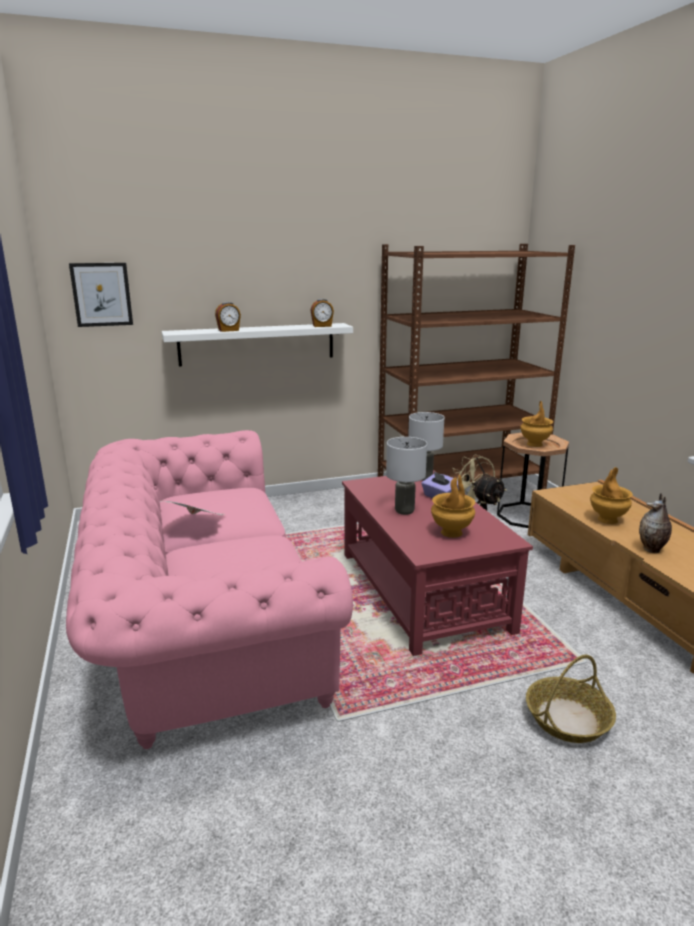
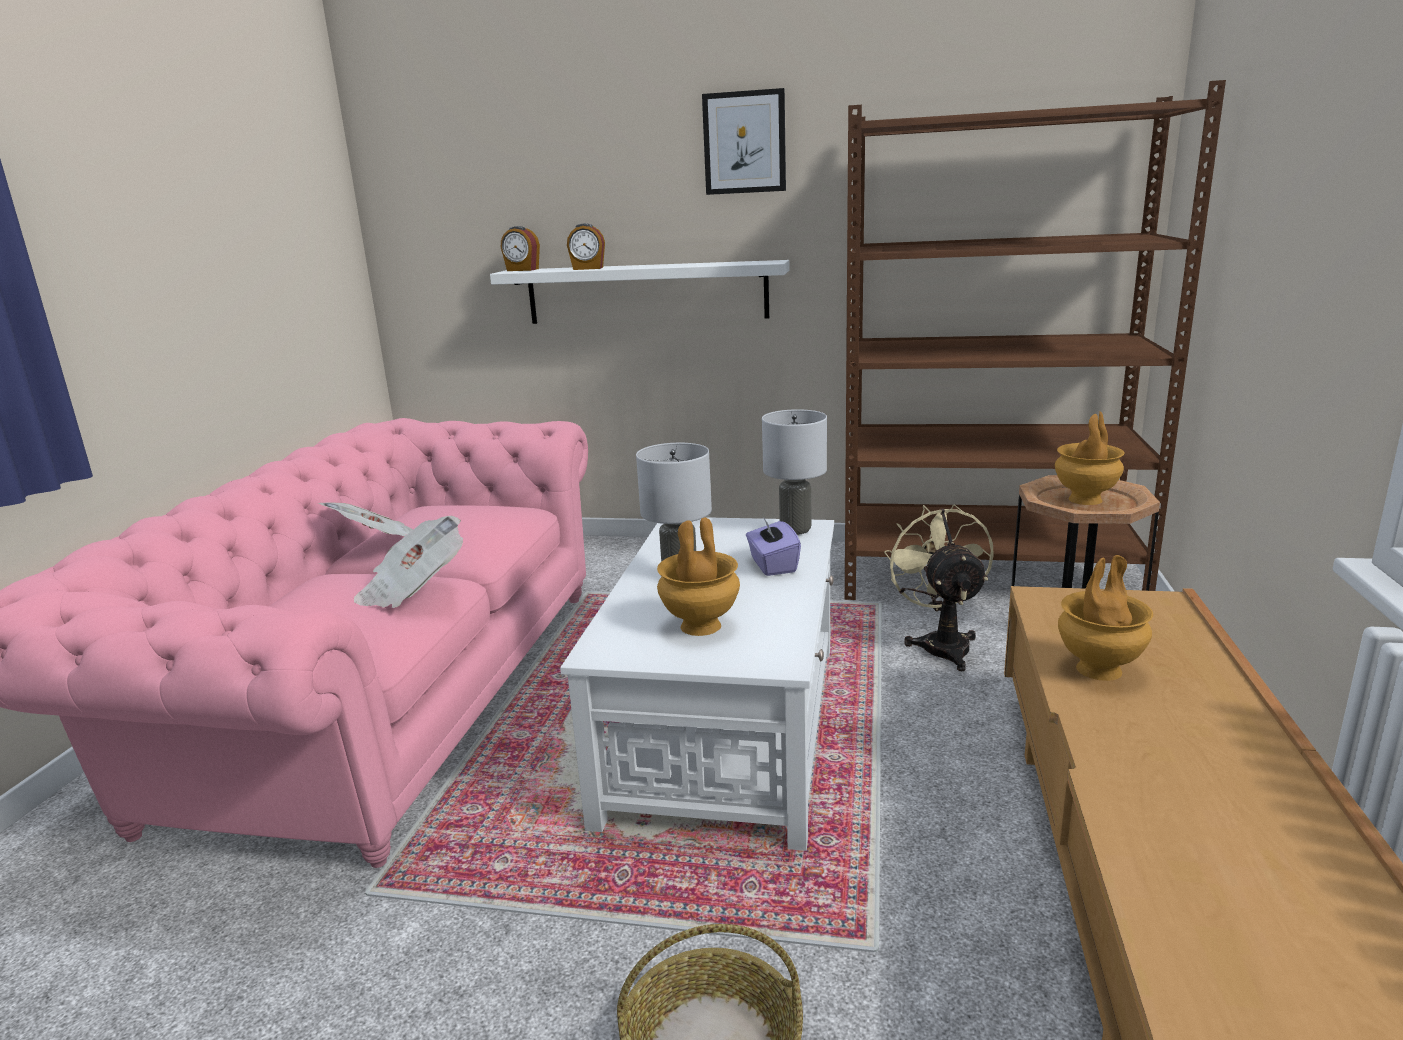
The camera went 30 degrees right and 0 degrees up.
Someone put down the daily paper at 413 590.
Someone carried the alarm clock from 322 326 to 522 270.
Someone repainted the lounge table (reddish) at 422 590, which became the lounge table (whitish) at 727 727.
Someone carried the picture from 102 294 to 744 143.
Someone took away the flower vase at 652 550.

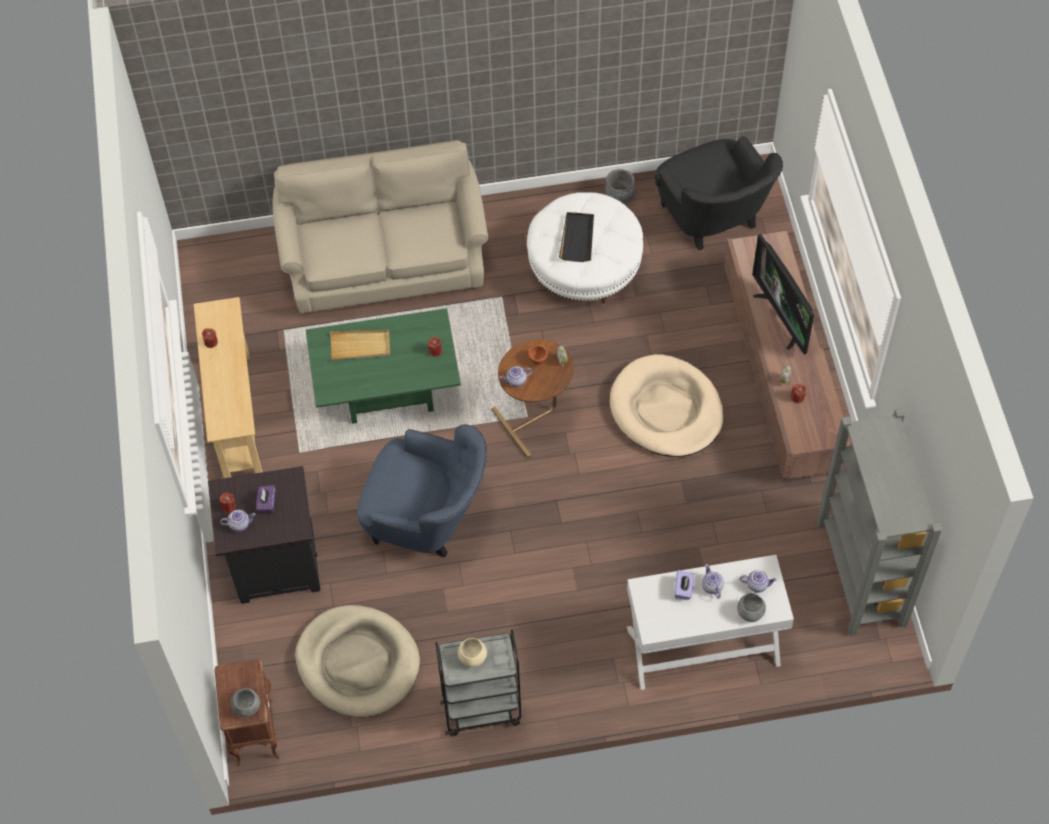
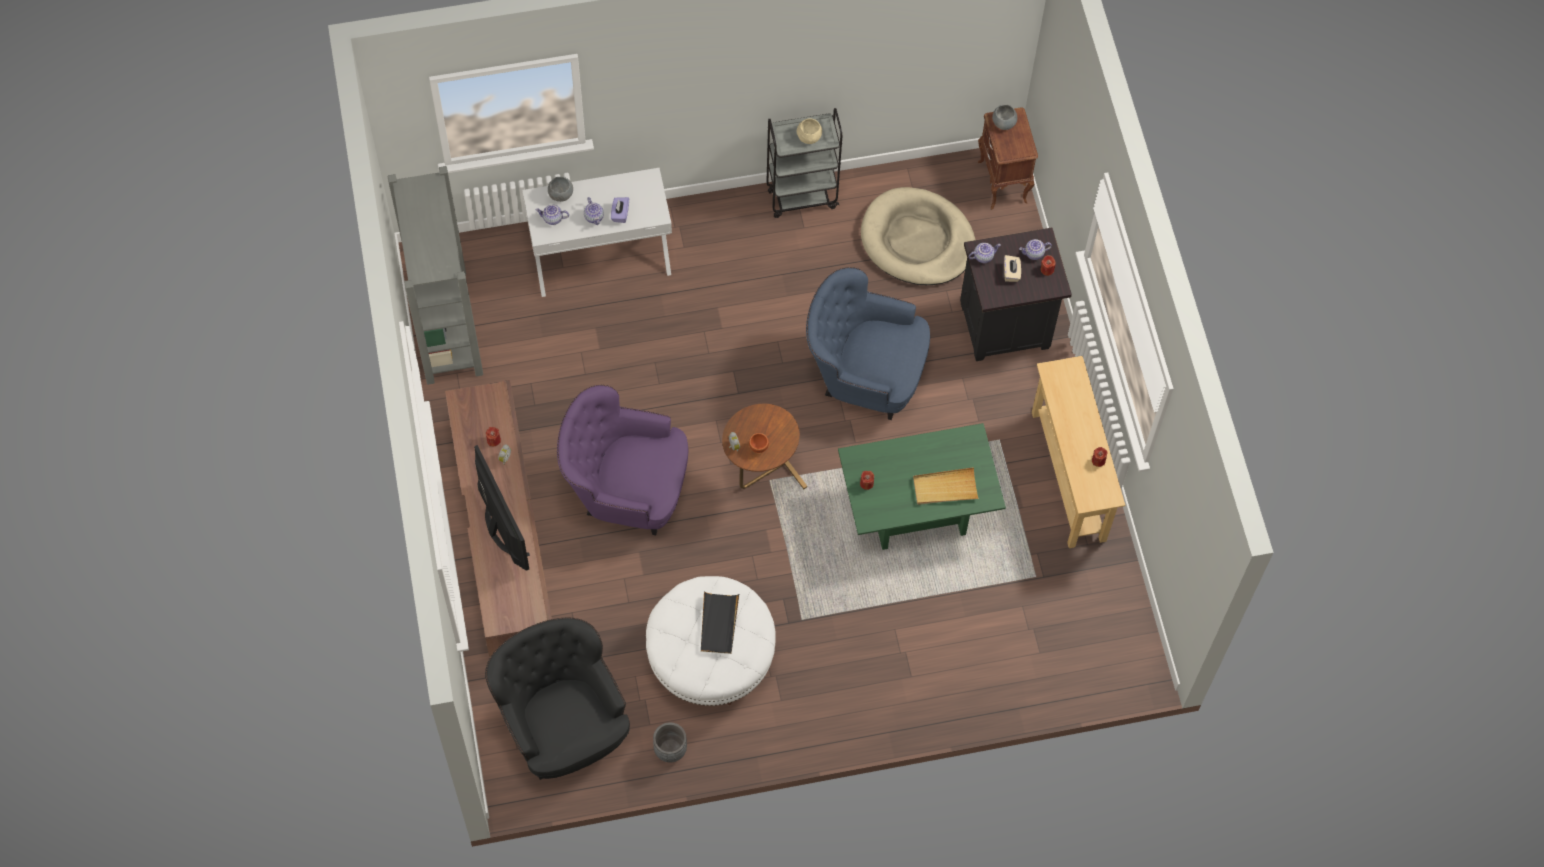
The camera went 175 degrees right and 5 degrees up.
Someone swapped the dog cushion (beige-coloured) at 666 410 for the lounge chair (purplish) at 625 489.
Someone carried the tea pot from 516 381 to 983 256.
Someone repainted the tissue box (purplish) at 267 503, which became the tissue box (beige-coloured) at 1011 273.
Someone took away the settee (beige-coloured) at 384 259.

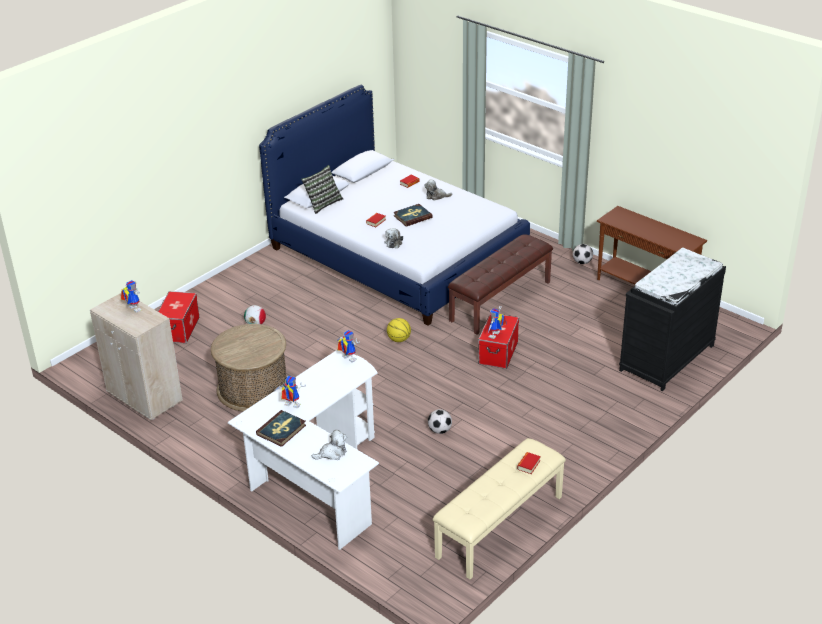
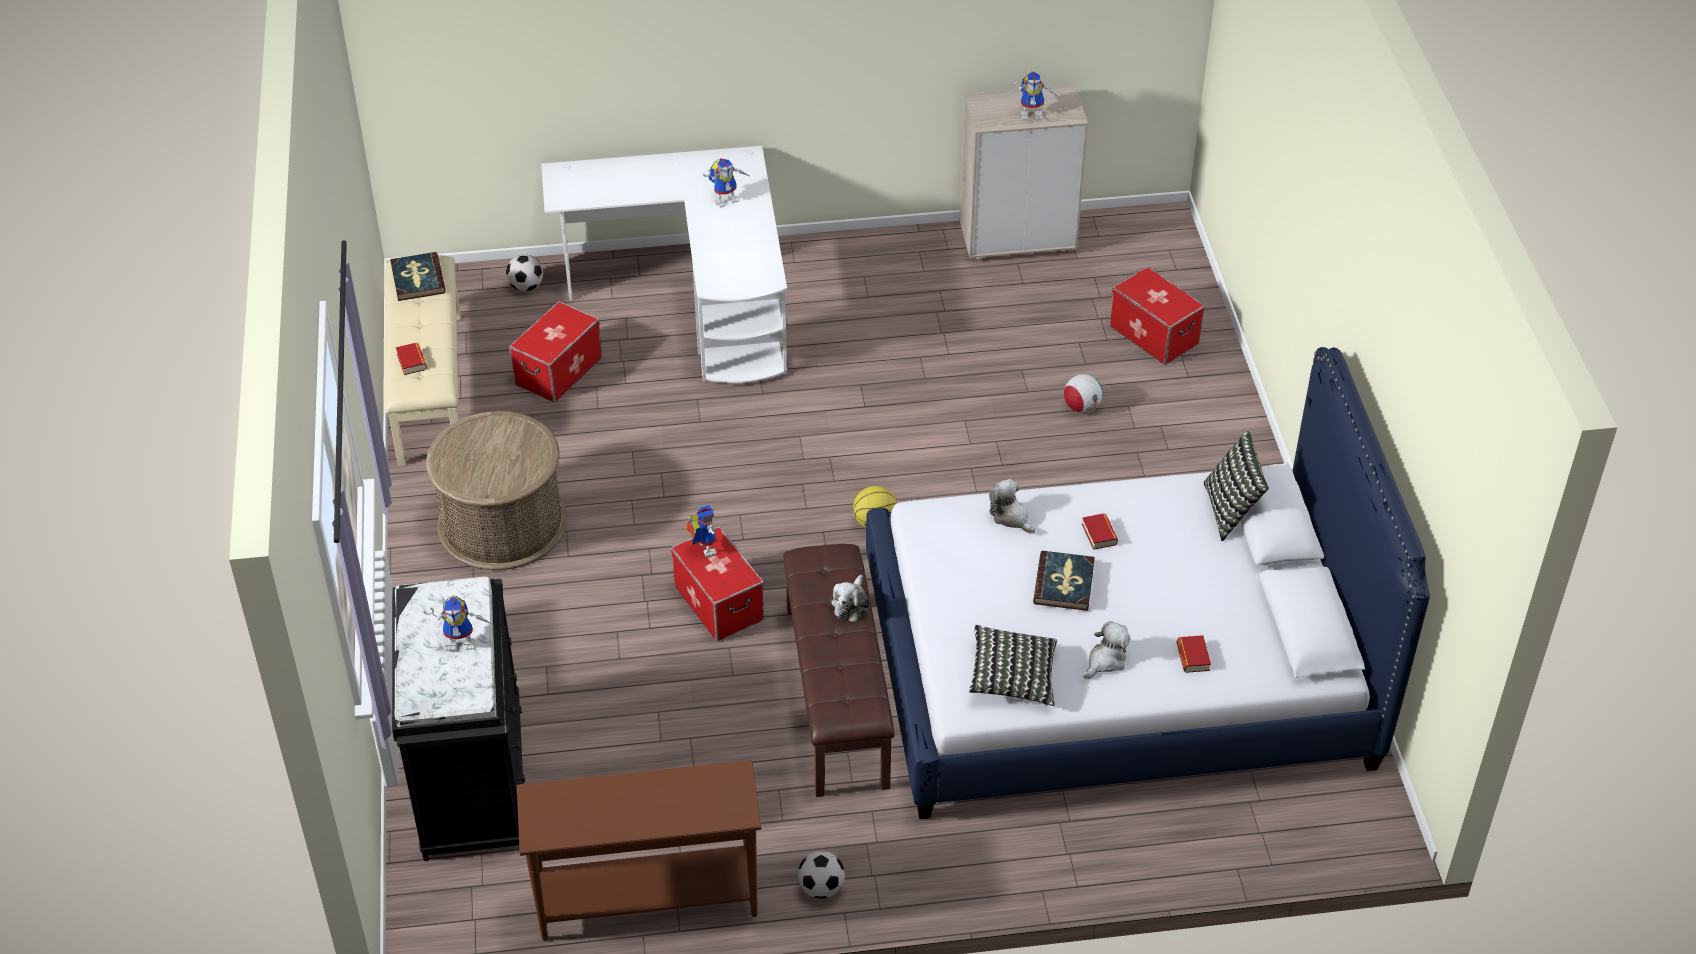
The camera went 130 degrees right and 10 degrees up.
Someone carried the book from 281 430 to 417 279.
Someone carried the toy robot from 347 359 to 462 641.
Someone carried the lounge table (brownish) from 253 388 to 502 523.
Someone carried the football ball from 439 430 to 526 286.
Someone put down the storage box at 558 370.
Someone carried the plush toy from 332 453 to 851 604.
Someone put down the pillow at 1012 677.

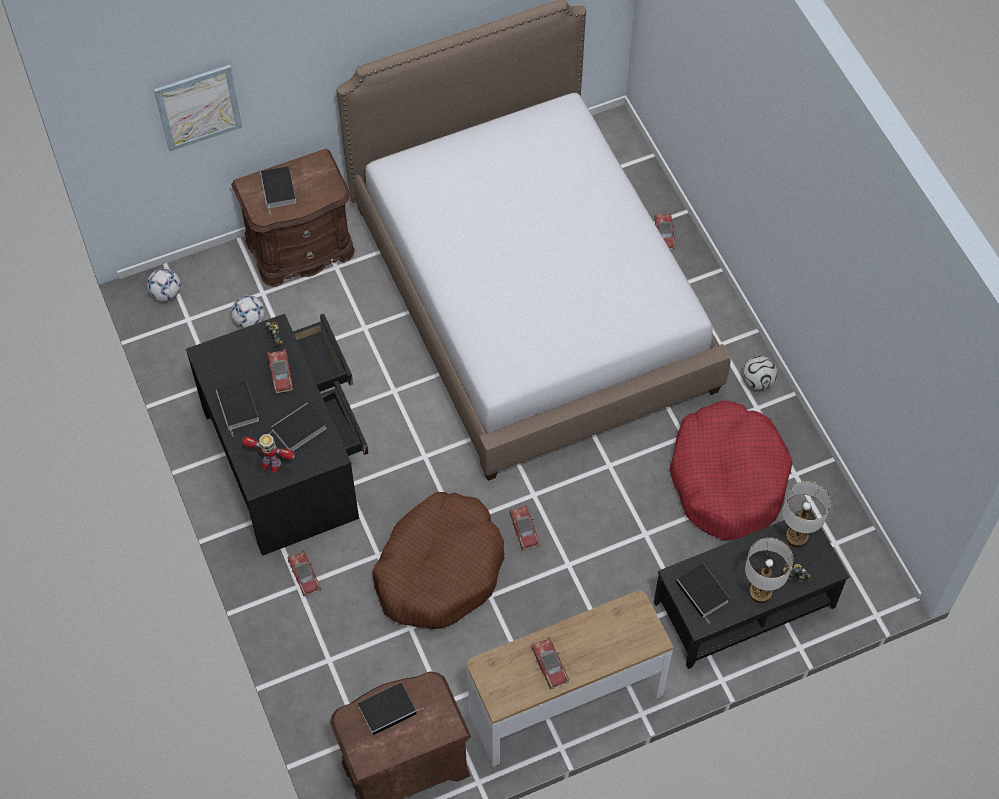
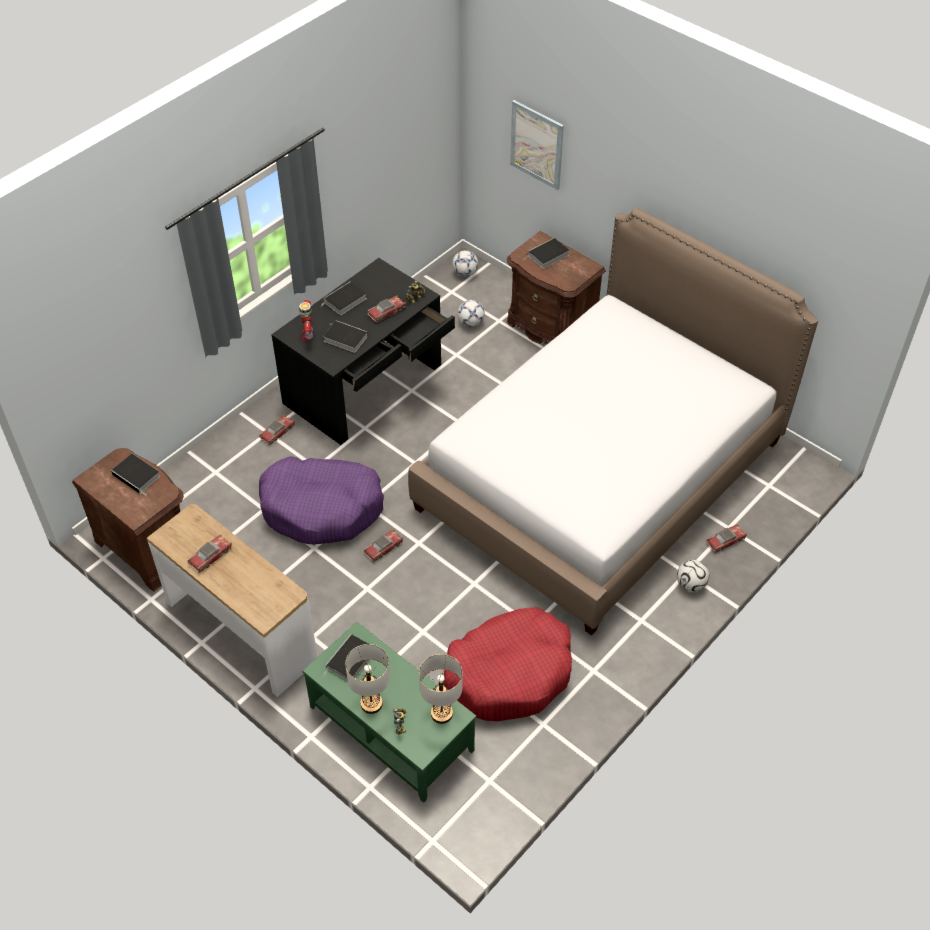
The camera went 65 degrees right and 10 degrees down.
Someone repainted the dog cushion (brownish) at 439 569, which became the dog cushion (purplish) at 322 508.
Someone repainted the lounge table (black) at 745 606, which became the lounge table (green-coloured) at 390 729.
Someone carried the football ball from 758 381 to 691 584.

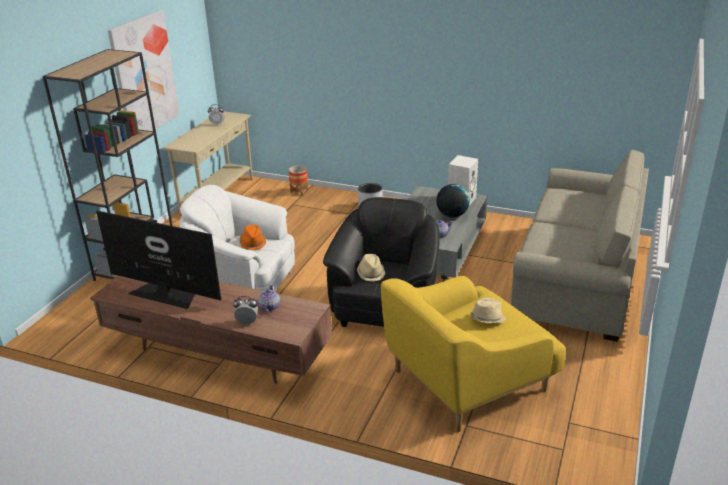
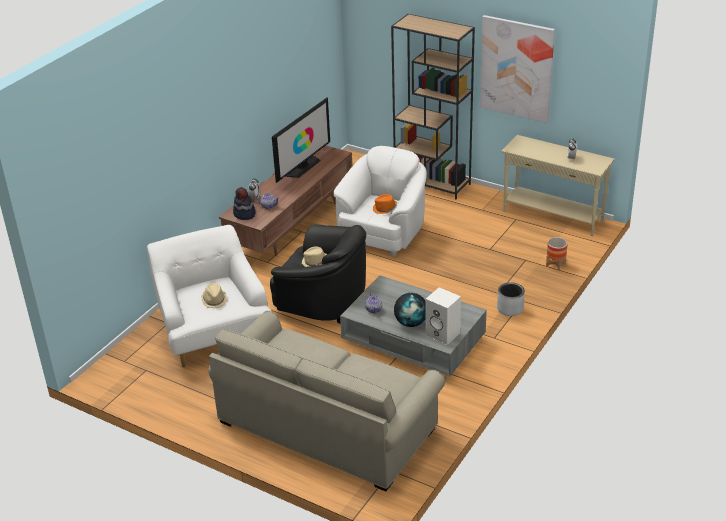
The camera went 100 degrees right and 5 degrees up.
Someone repainted the lounge chair (yellowish) at 467 380, which became the lounge chair (whitish) at 213 331.
Someone put down the clothing hat at 244 214.

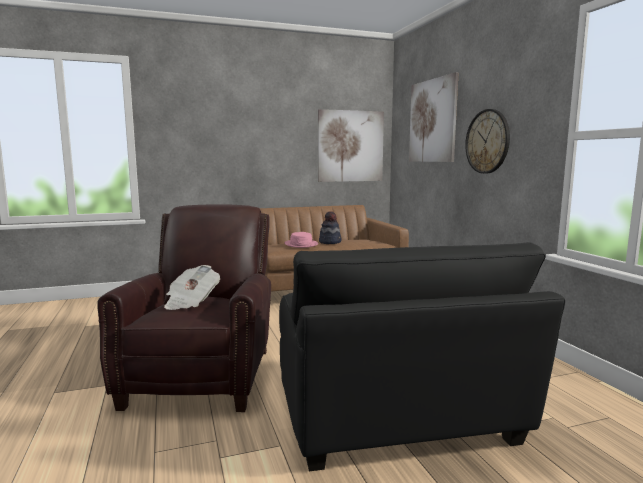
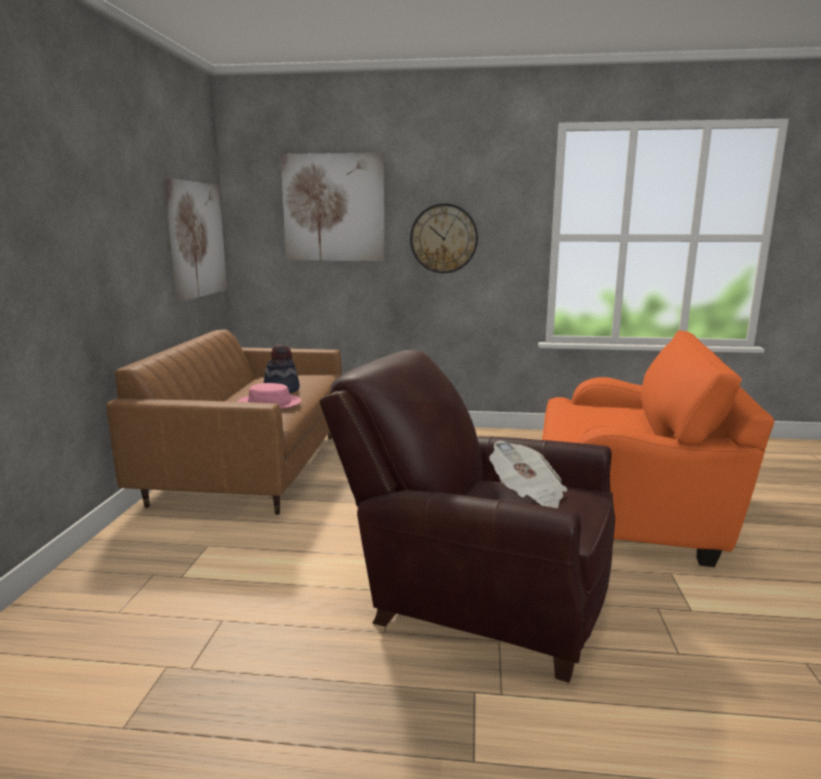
The camera went 65 degrees left and 5 degrees up.
Someone repainted the lounge chair (black) at 394 416, which became the lounge chair (orangey) at 628 511.

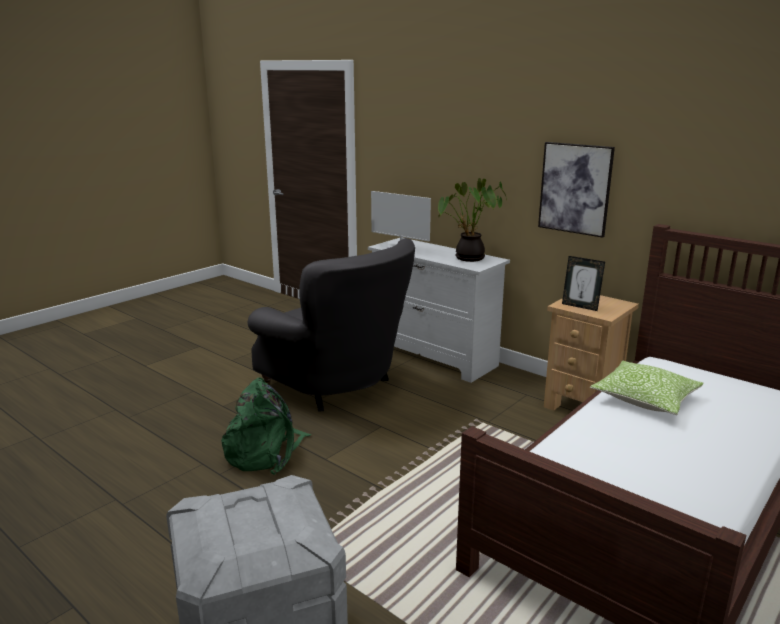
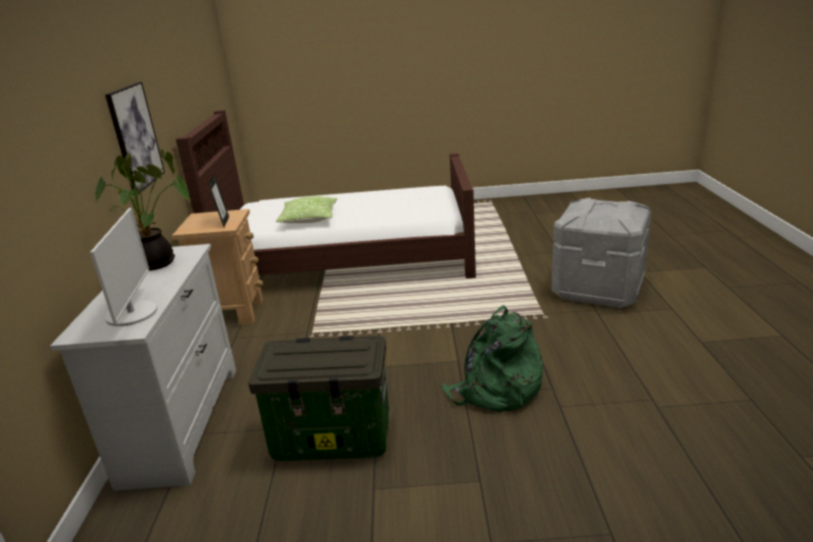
The camera went 130 degrees left and 5 degrees up.
Someone swapped the lounge chair (gray) at 336 386 for the storage box at 334 437.

